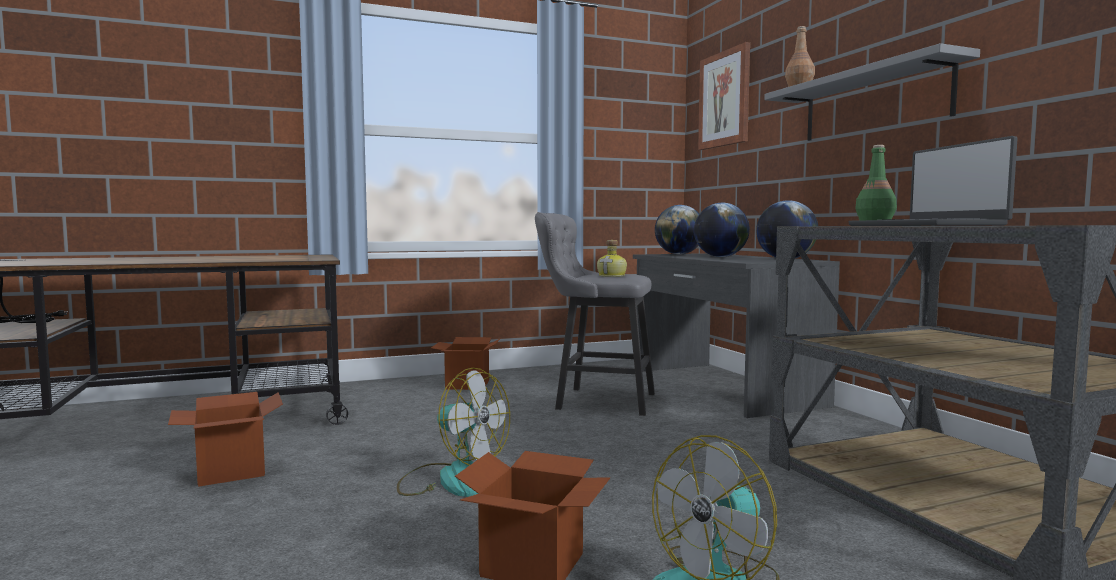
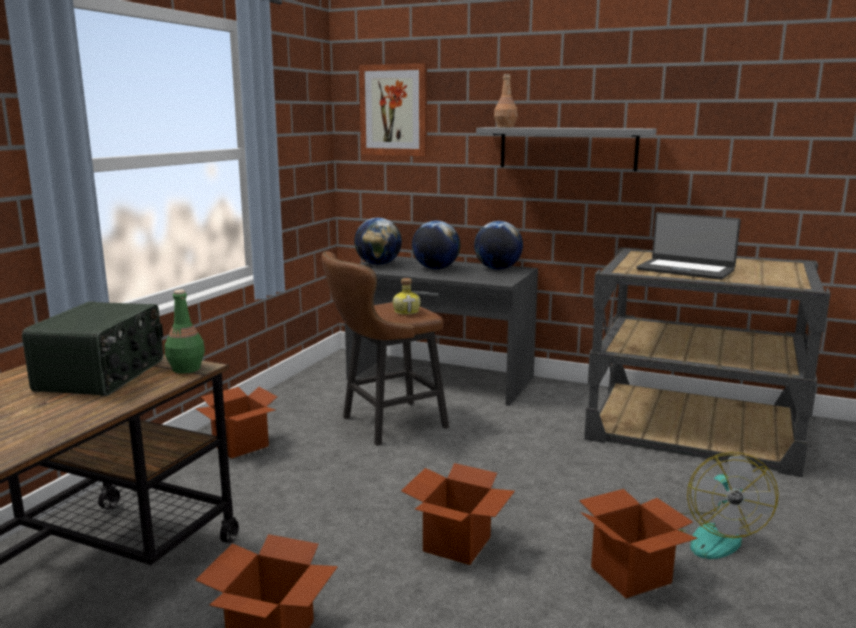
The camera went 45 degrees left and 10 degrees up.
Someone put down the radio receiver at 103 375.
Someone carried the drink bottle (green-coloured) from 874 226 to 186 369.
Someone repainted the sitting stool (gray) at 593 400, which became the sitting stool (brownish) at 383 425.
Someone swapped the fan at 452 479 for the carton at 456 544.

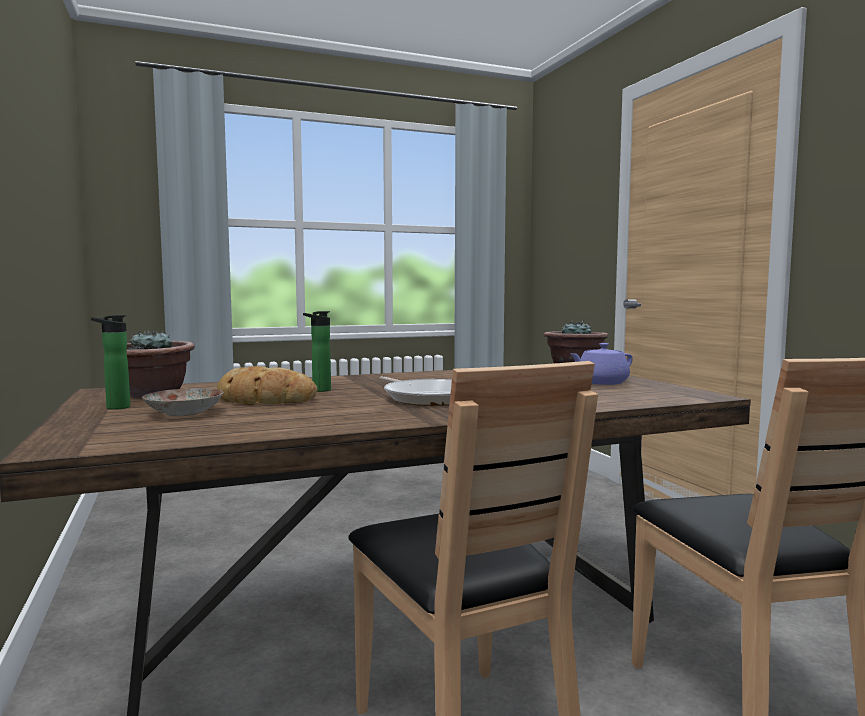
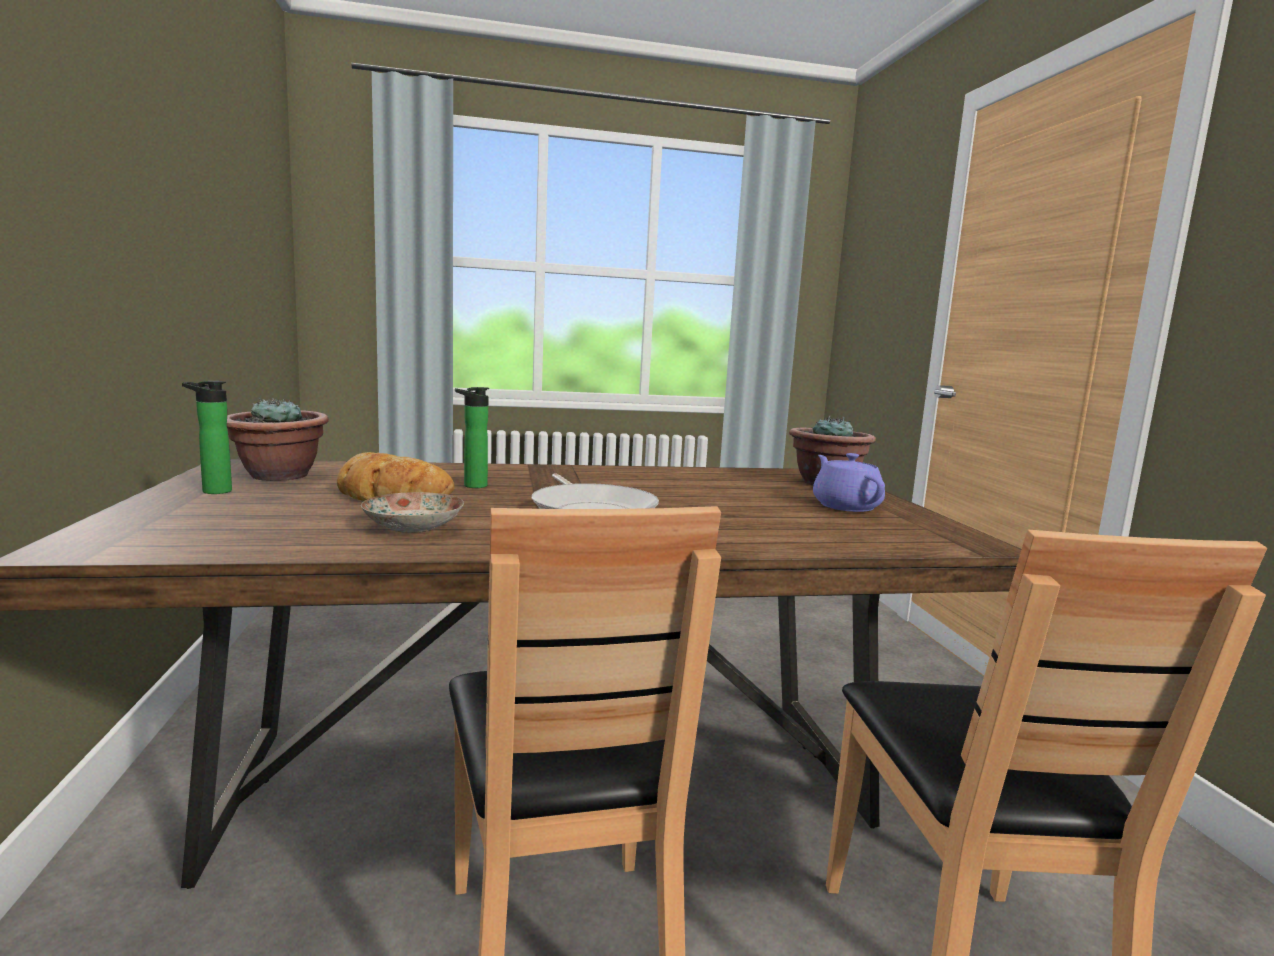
The camera went 10 degrees right and 5 degrees up.
Someone carried the plate from 184 413 to 413 527.
Someone rotated the tea pot (purplish) at 601 383 by 90 degrees clockwise.

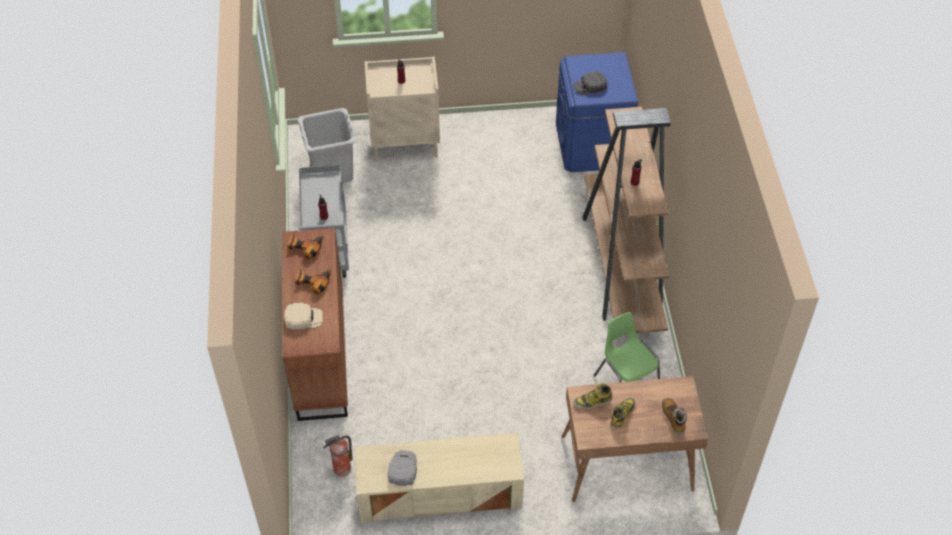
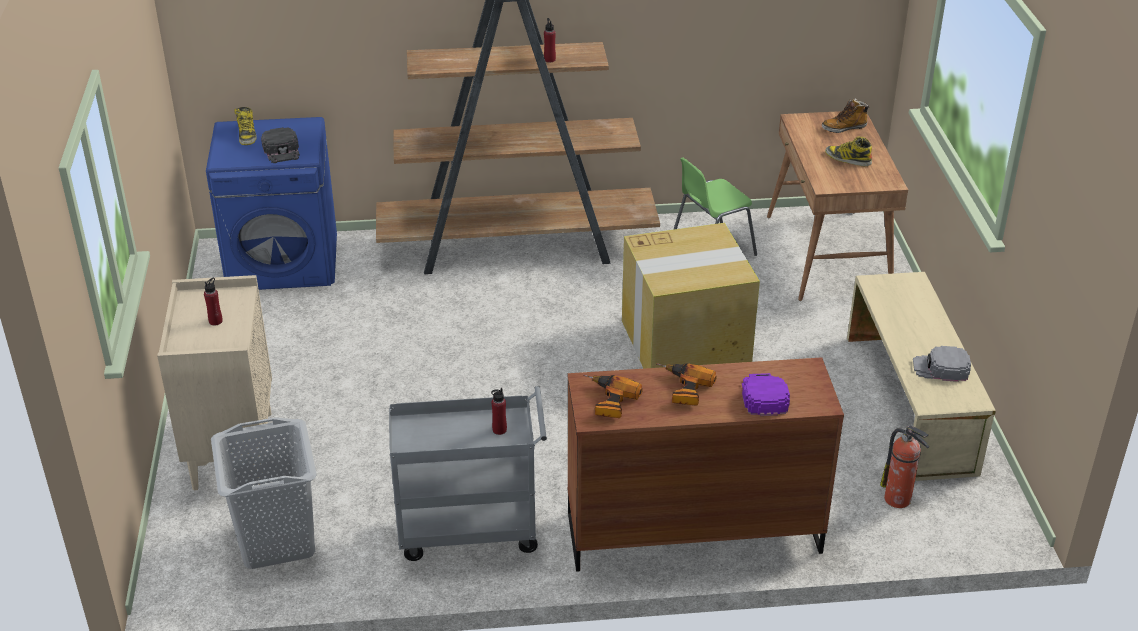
The camera went 90 degrees left and 15 degrees down.
Someone carried the tall boot from 592 401 to 247 135.
Someone put down the carton at 687 343.
Someone repainted the peaked cap (beige-coloured) at 303 318, which became the peaked cap (purplish) at 763 396.

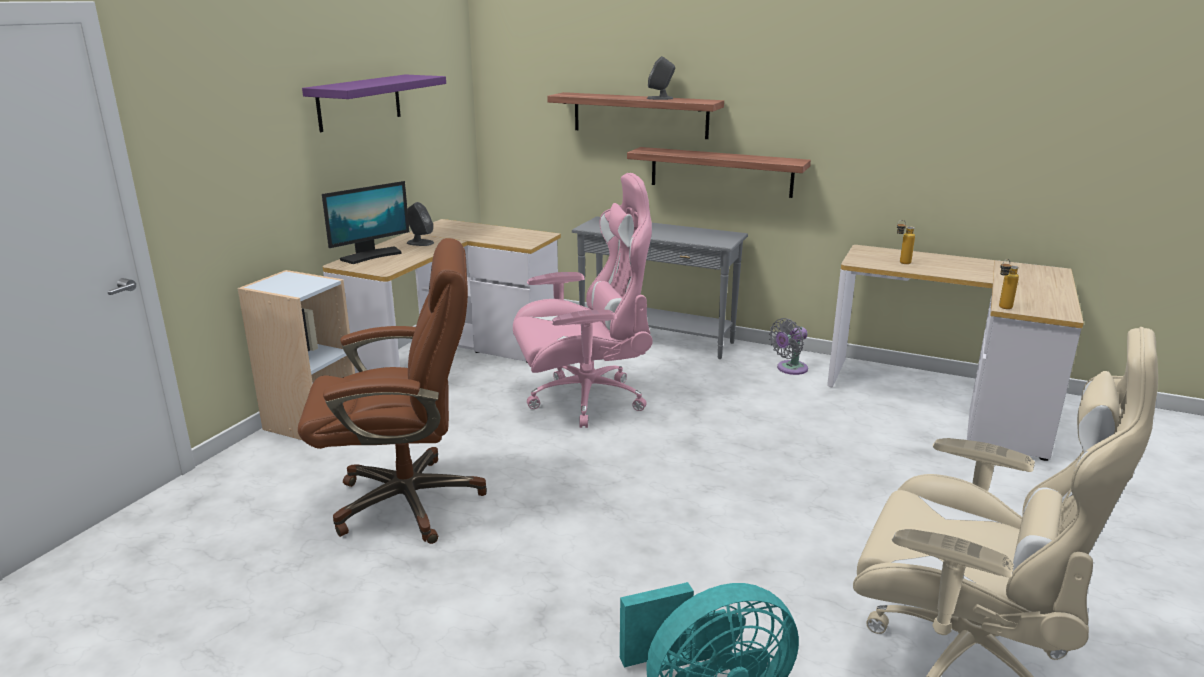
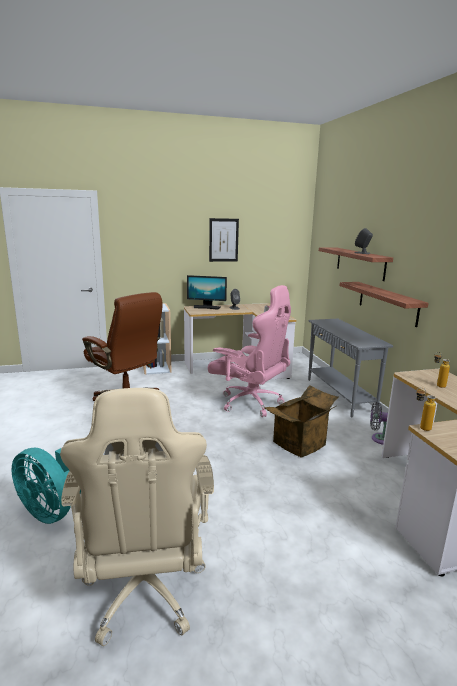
The camera went 50 degrees right and 5 degrees down.
Someone swapped the bracket shelf (purplish) at 359 102 for the picture at 223 240.
Someone put down the carton at 300 444.

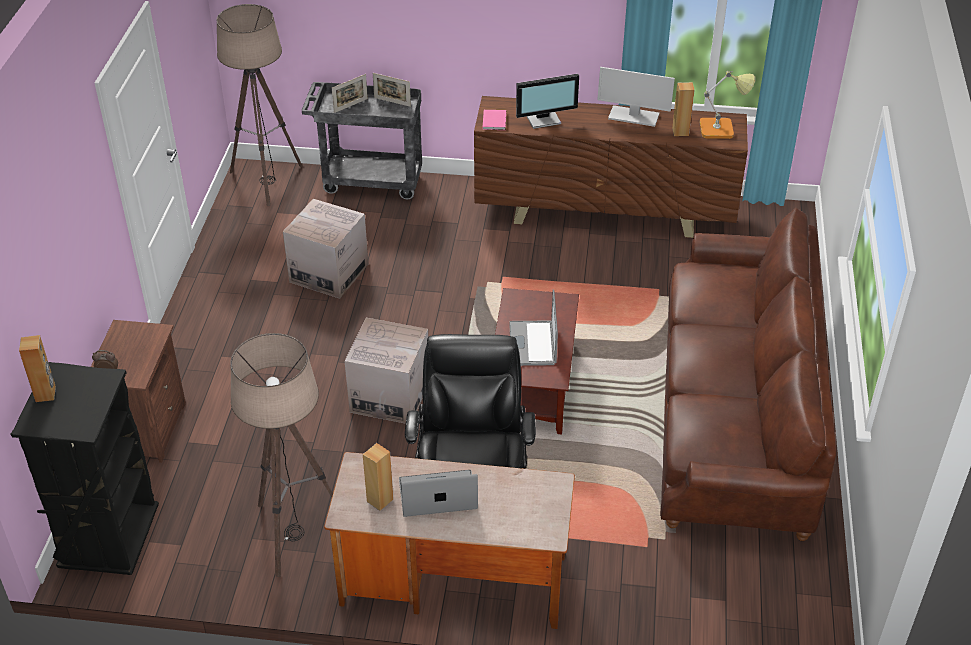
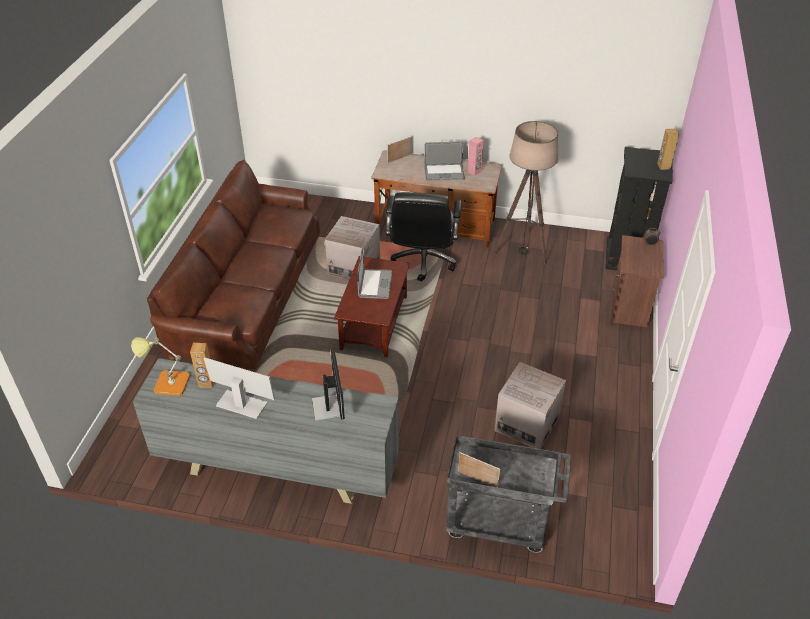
The camera went 175 degrees left and 0 degrees up.
Someone repainted the storage cabinet (brownish) at 605 216, which became the storage cabinet (gray) at 276 469.
Someone rotated the monitor at 543 119 by 90 degrees clockwise.
Someone carried the carton from 390 396 to 354 267.
Someone carried the photo frame from 350 105 to 399 158.
Someone repainted the speaker (brownish) at 379 500, which became the speaker (pink) at 474 172.
Someone took away the standing lamp at 266 181.
Someone took away the book (pink) at 495 121.

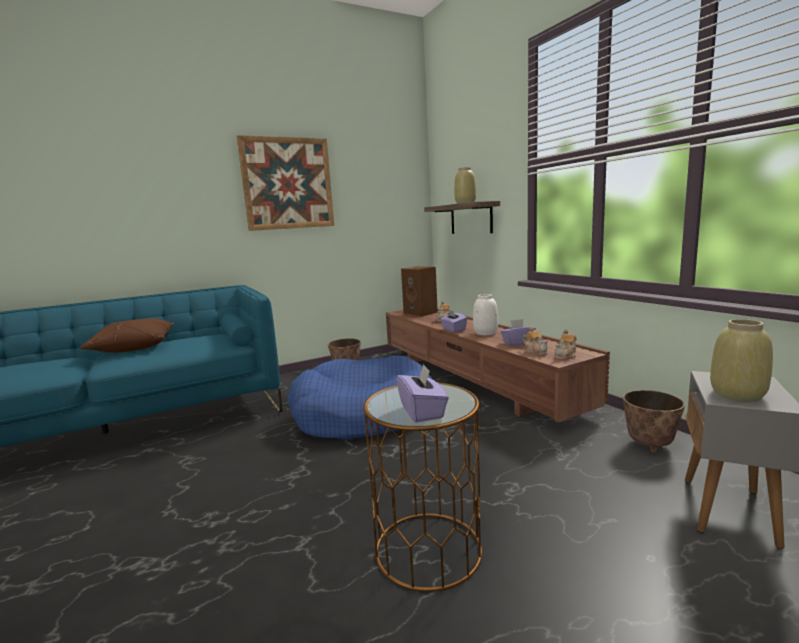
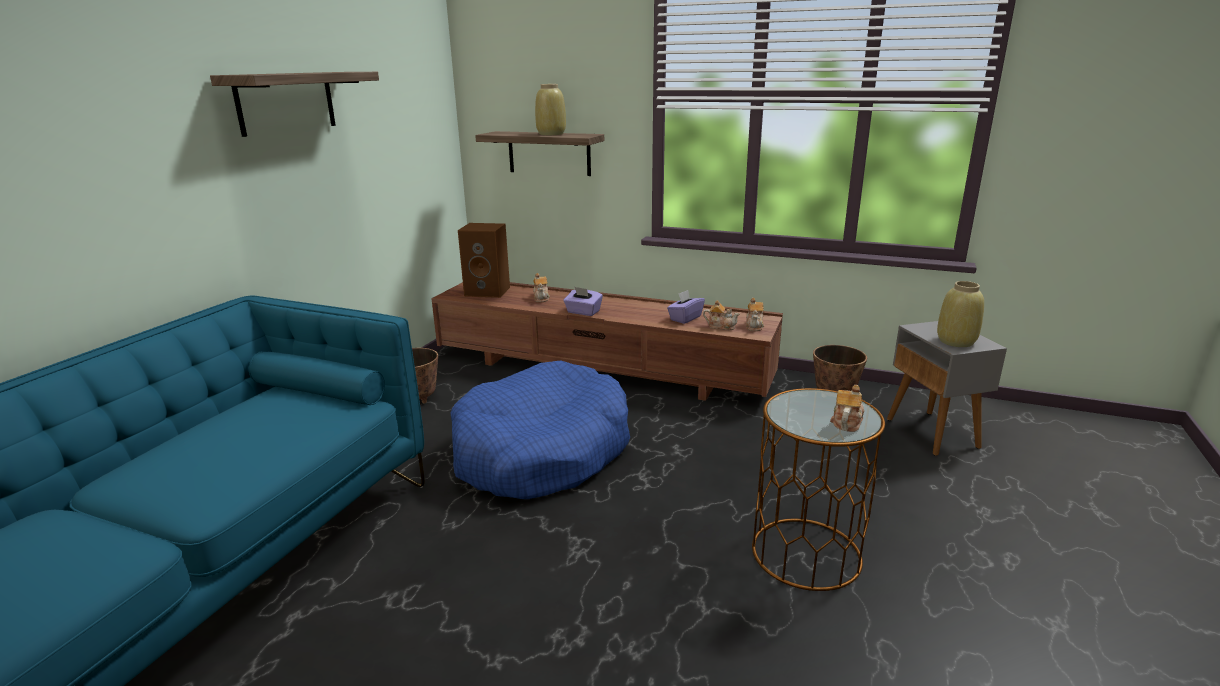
The camera went 40 degrees left and 10 degrees up.
Someone swapped the picture at 288 183 for the bracket shelf at 286 102.
Someone swapped the tissue box (purplish) at 422 411 for the tea pot at 846 422.
Someone took away the pillow (brownish) at 134 347.
Someone took away the flower vase (whitish) at 485 333.

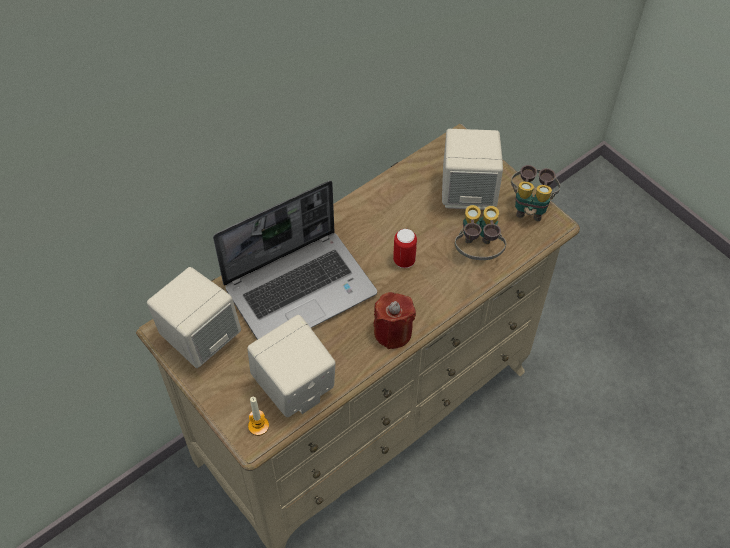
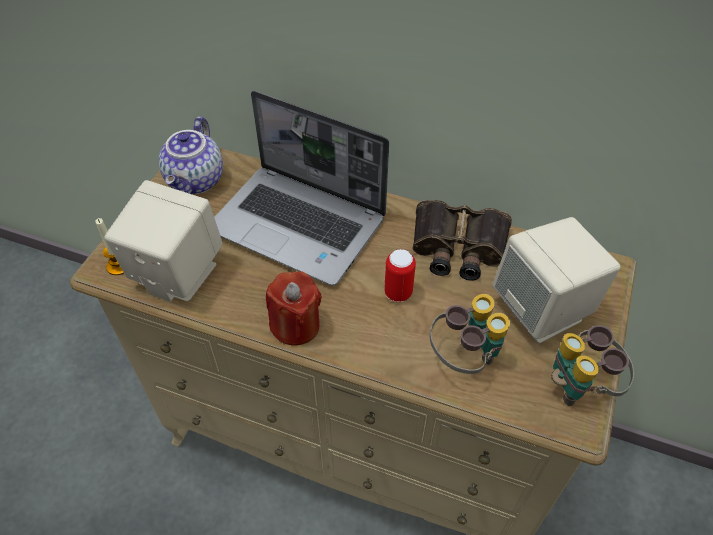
The camera went 60 degrees right and 5 degrees down.
Someone swapped the speaker (beige-coloured) at 200 338 for the tea pot at 197 181.
Someone put down the field glasses at 457 247.

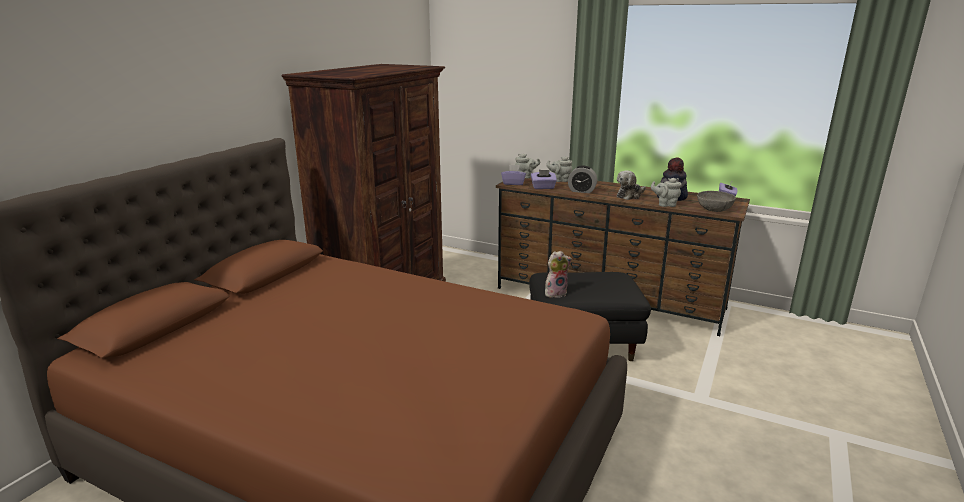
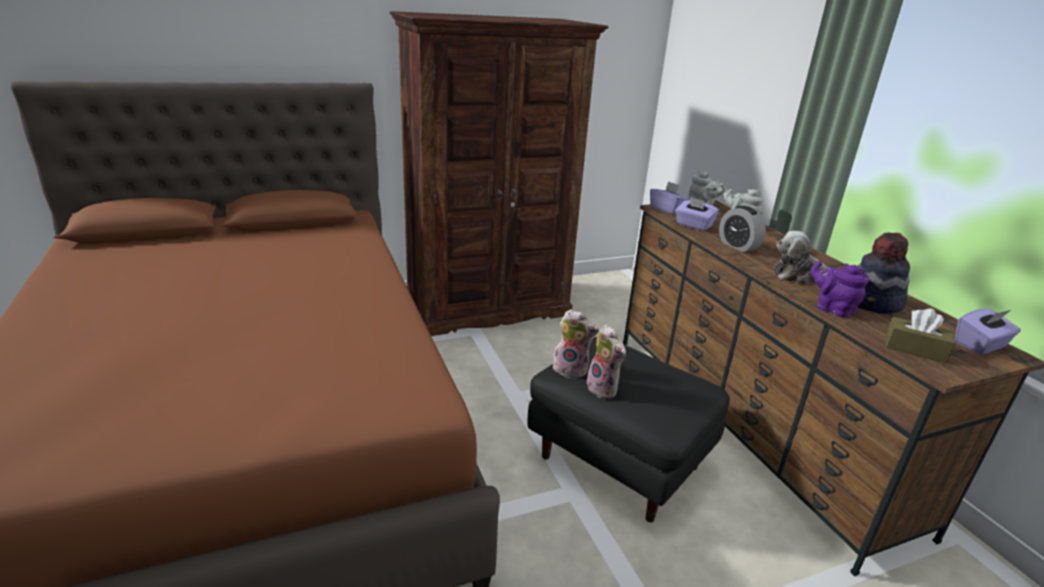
The camera went 40 degrees right and 5 degrees up.
Someone put down the plush toy at 604 389.
Someone repainted the tea pot (gray) at 665 204, which became the tea pot (purplish) at 832 309.
Someone swapped the bowl (gray) at 714 209 for the tissue box (brownish) at 915 349.

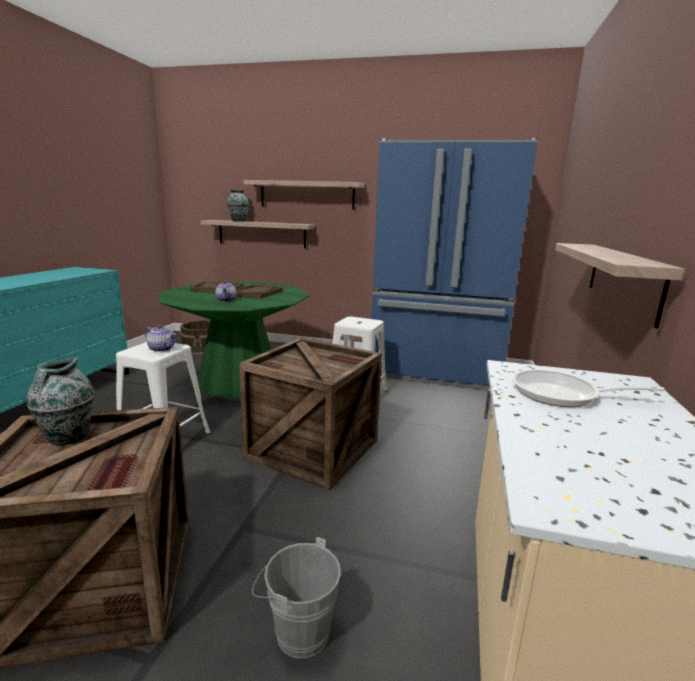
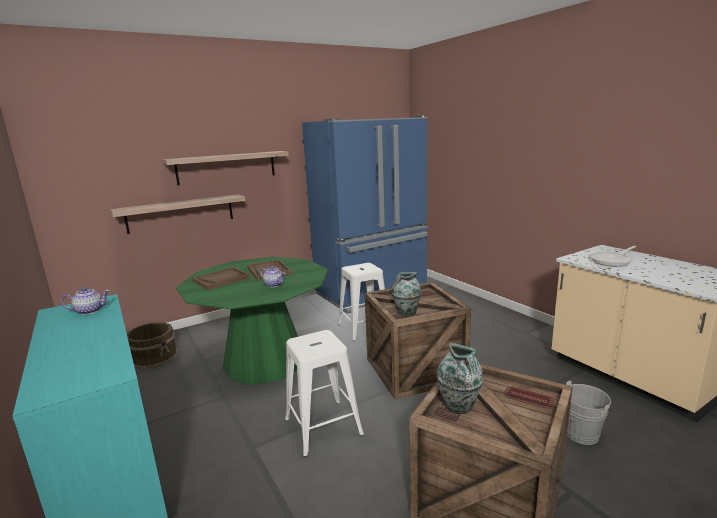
The camera went 45 degrees left and 0 degrees up.
Someone carried the tea pot from 162 349 to 90 311.
Someone carried the flower vase from 238 221 to 406 312.
Someone took away the bracket shelf at 622 279.

